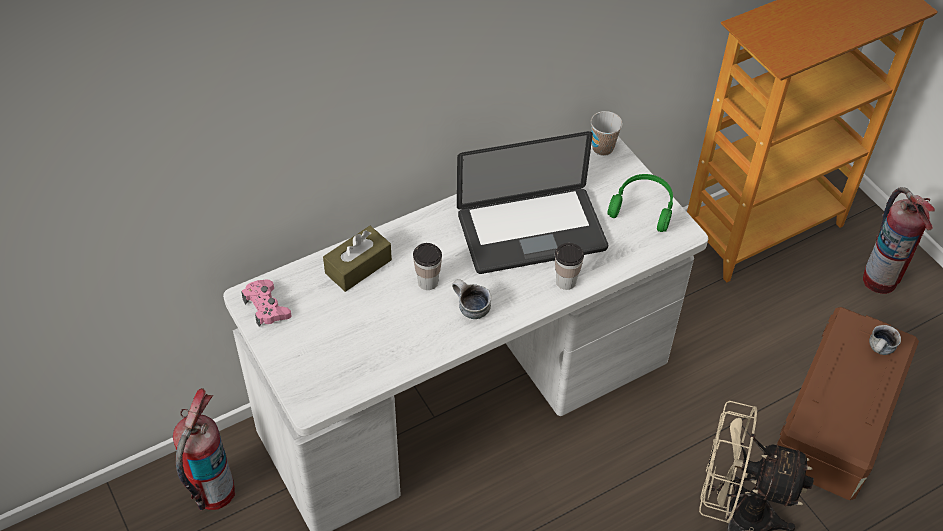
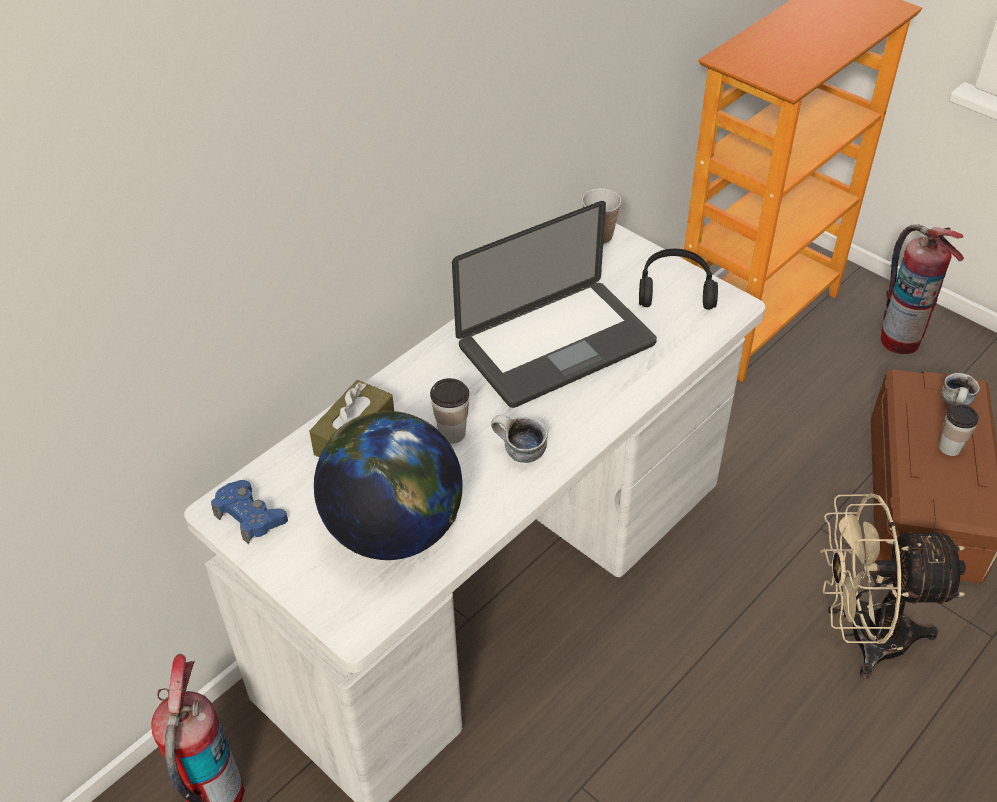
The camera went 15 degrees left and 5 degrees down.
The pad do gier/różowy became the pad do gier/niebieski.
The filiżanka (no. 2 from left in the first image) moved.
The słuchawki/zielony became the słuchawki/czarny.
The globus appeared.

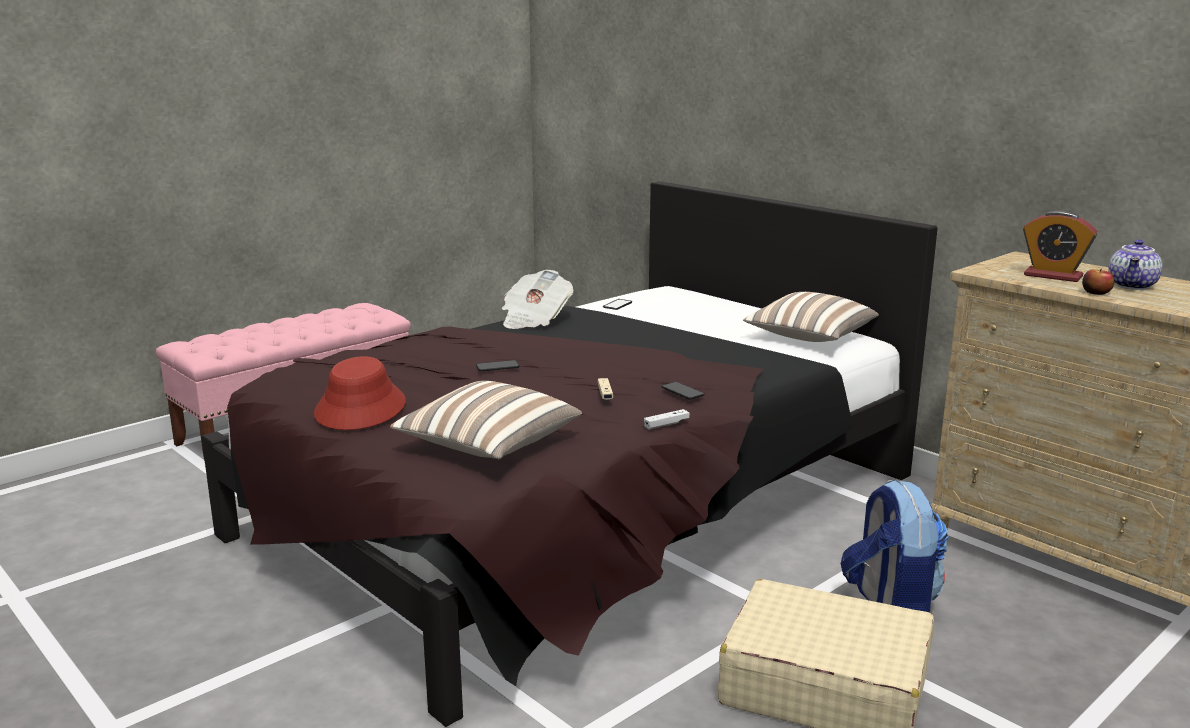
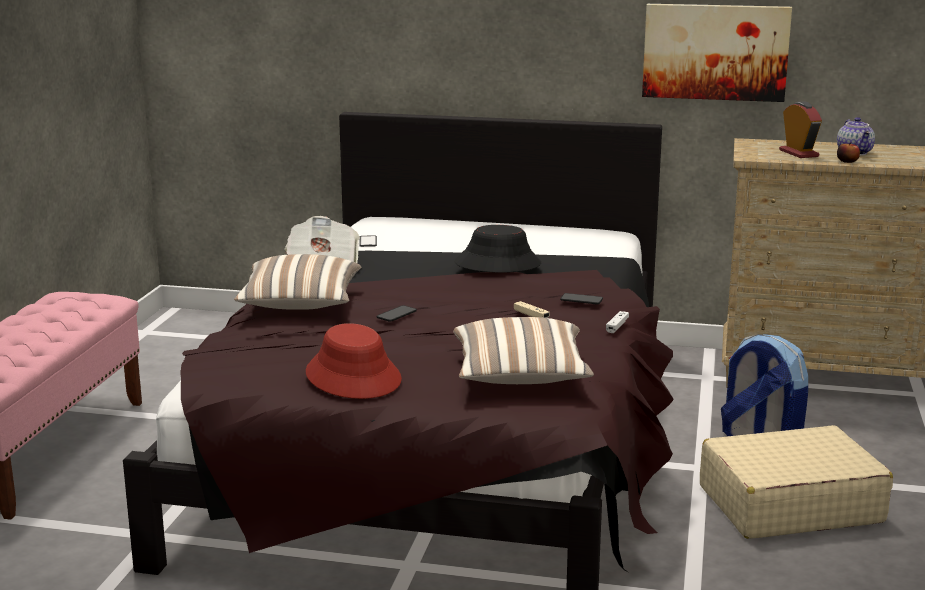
The camera went 35 degrees left and 0 degrees up.
The poduszka (no. 2 from left in the first image) moved.
The budzik turned 105 degrees counterclockwise.
The kapelusz/czarny appeared.
The obraz appeared.

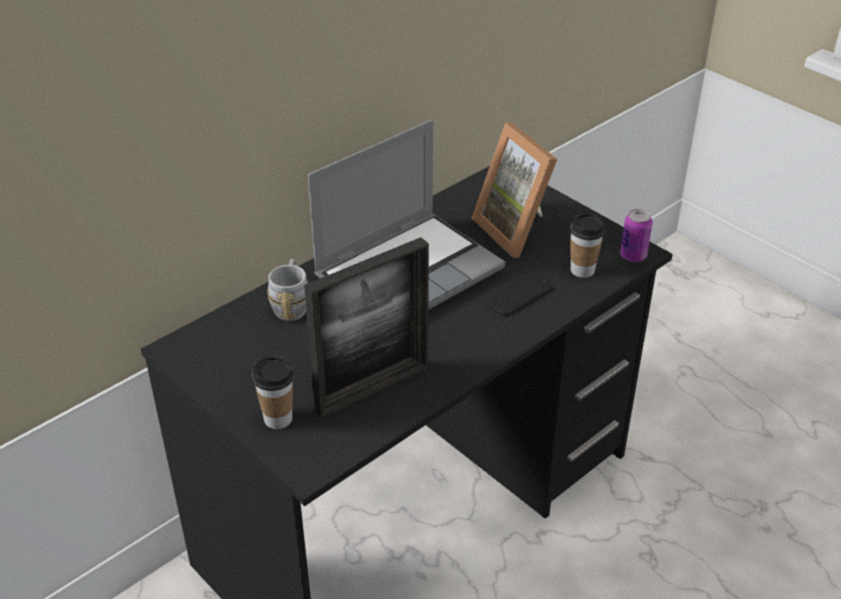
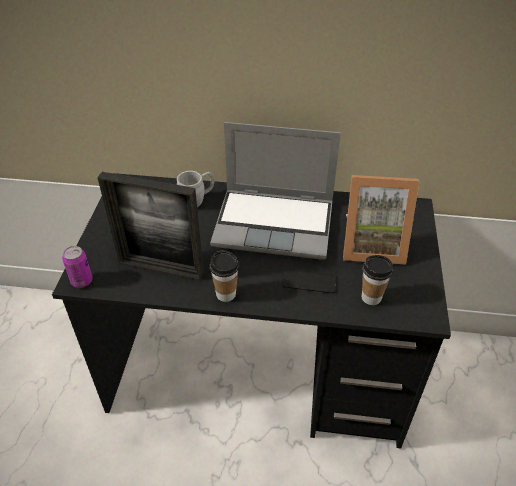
The camera went 50 degrees right and 5 degrees up.
The filiżanka (no. 1 from left) moved.
The ramka na zdjęcie (no. 2 from left) turned 105 degrees counterclockwise.
The puszka moved.

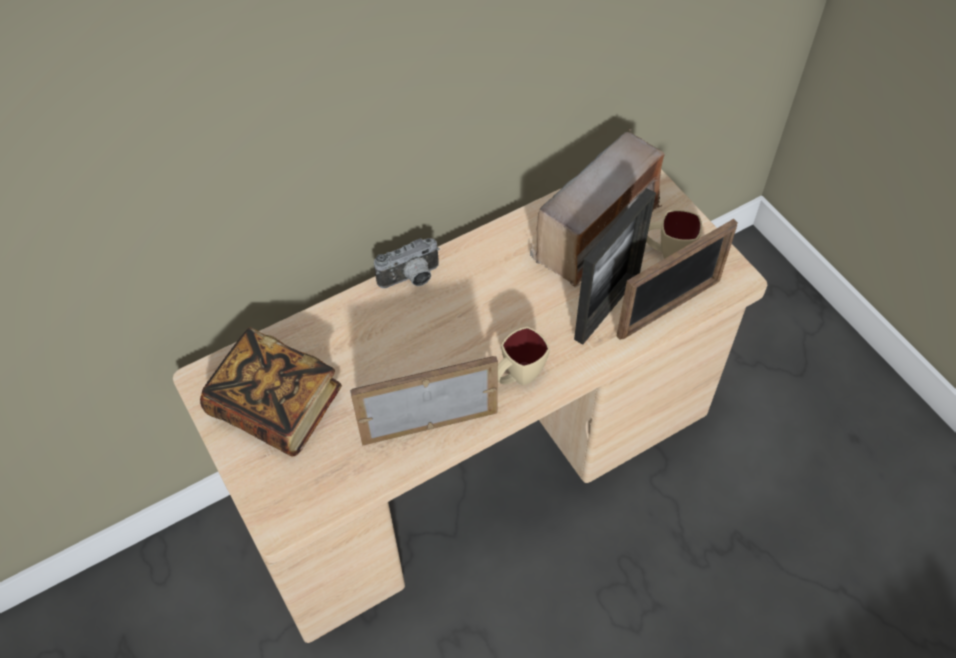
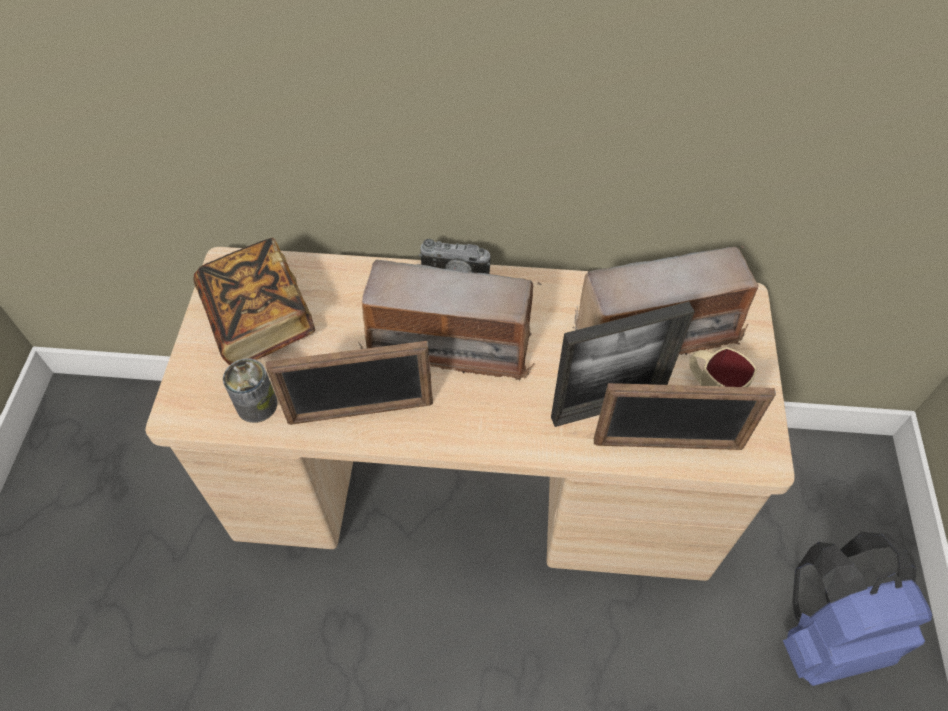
The camera went 35 degrees right and 0 degrees up.
The ramka na zdjęcie (no. 1 from left) turned 150 degrees clockwise.
The kubek/beżowy (no. 1 from left) disappeared.
The puszka appeared.
The radio (no. 1 from left) appeared.
The plecak/niebieski appeared.

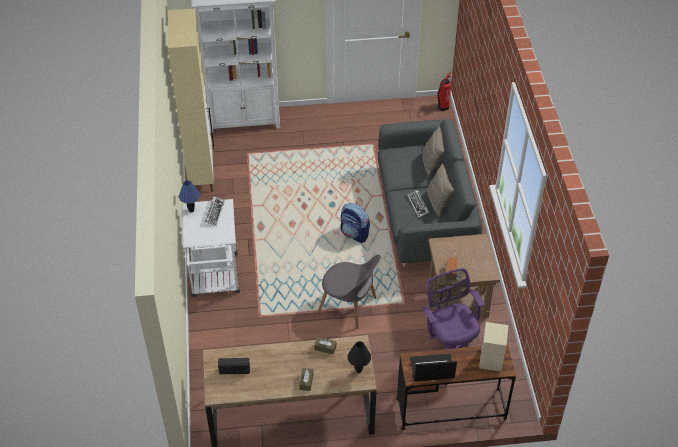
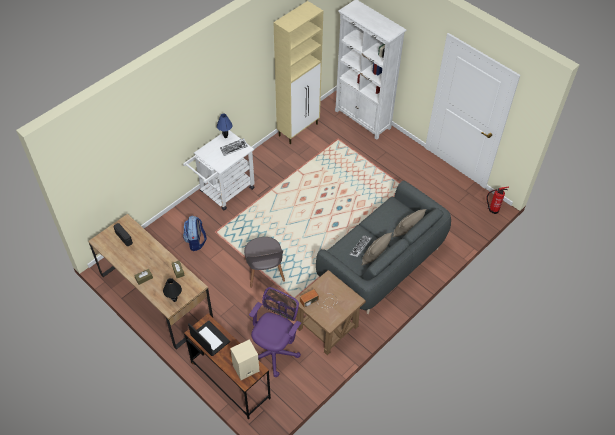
The camera went 50 degrees right and 5 degrees up.
The plecak moved.

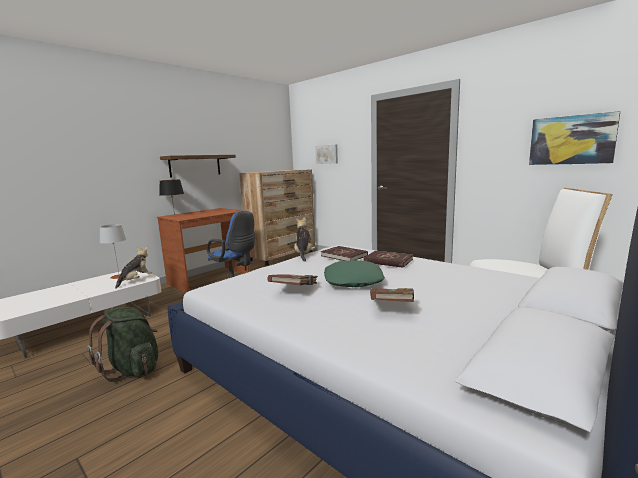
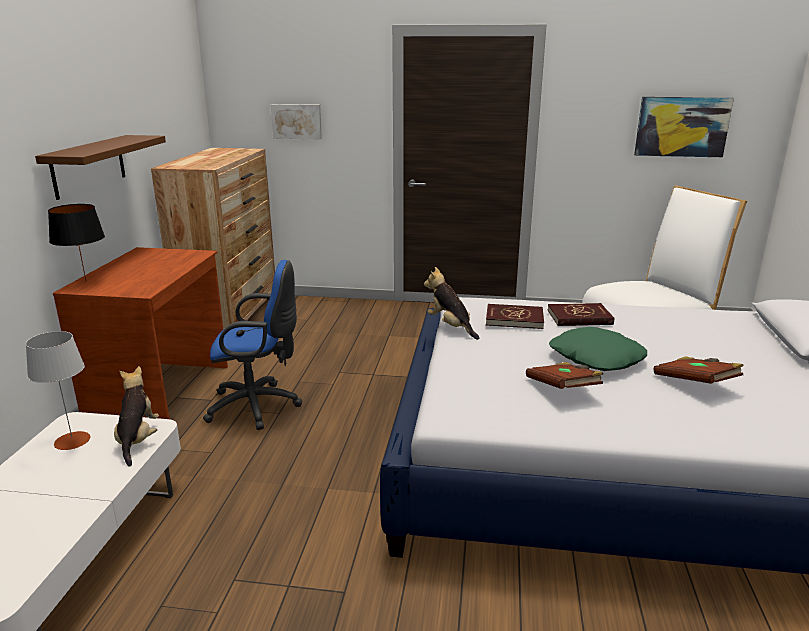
The camera went 35 degrees left and 10 degrees up.
The plecak/zielony disappeared.

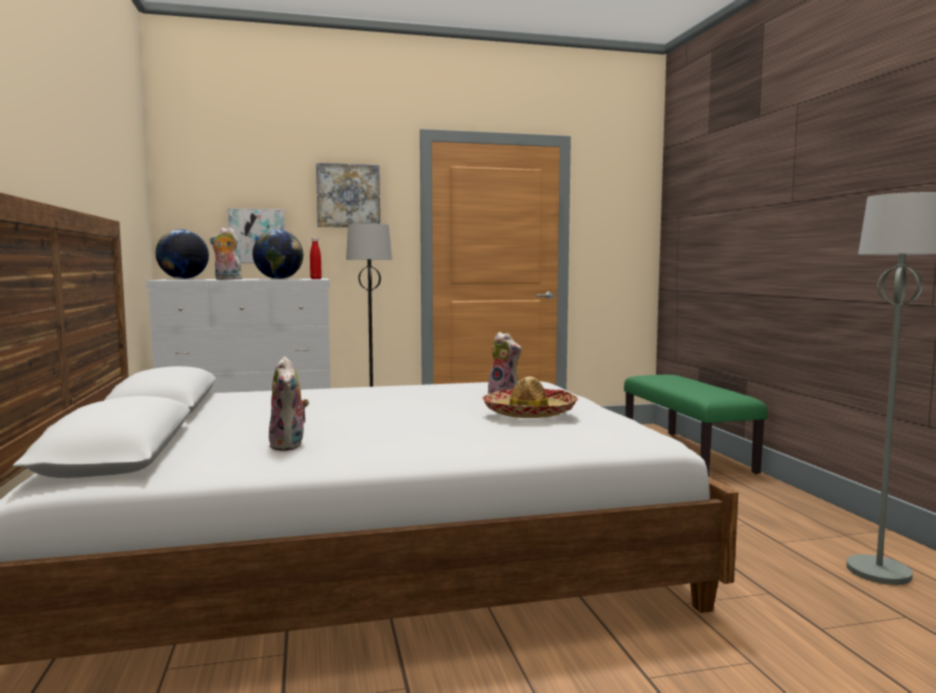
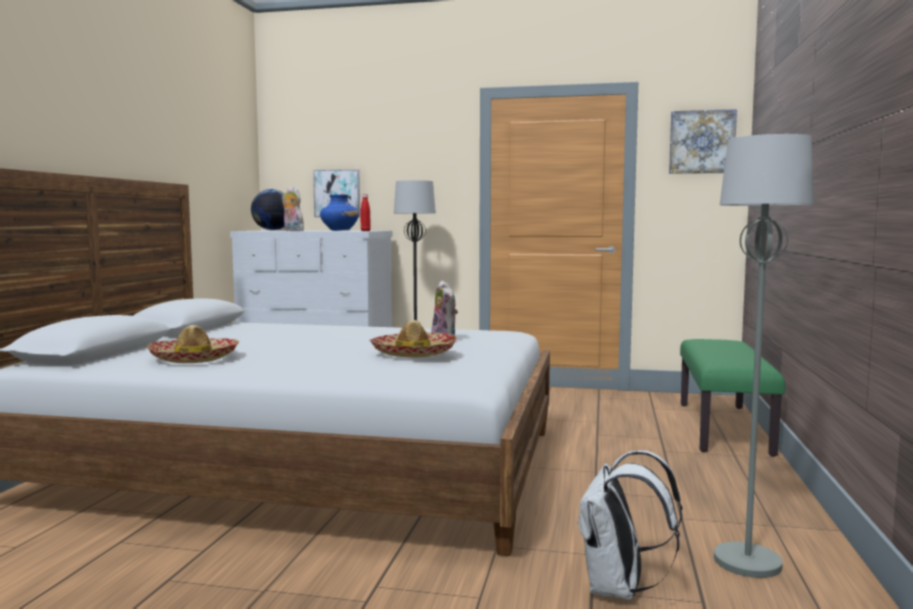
The camera went 25 degrees right and 0 degrees up.
The globus (no. 2 from left) was replaced by the wazon/niebieski.
The pluszak (no. 2 from left) was replaced by the kapelusz (no. 1 from left).
The obraz (no. 2 from left) moved.
The plecak/biały appeared.

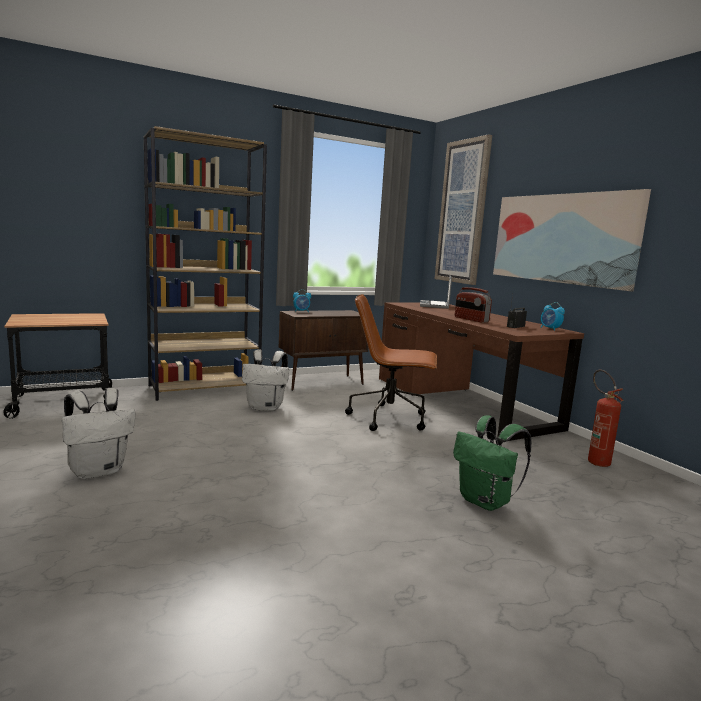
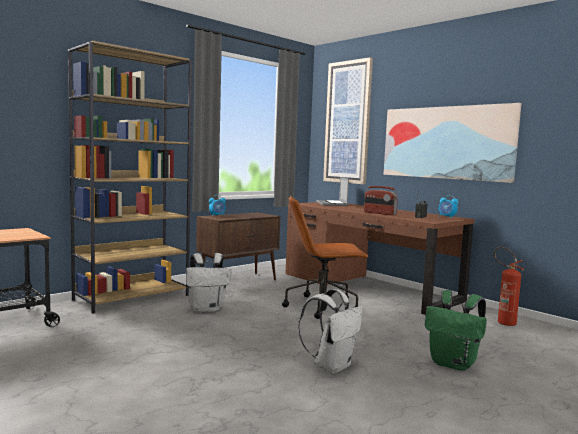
The camera went 15 degrees left and 5 degrees down.
The plecak/biały (no. 1 from left in the first image) moved.

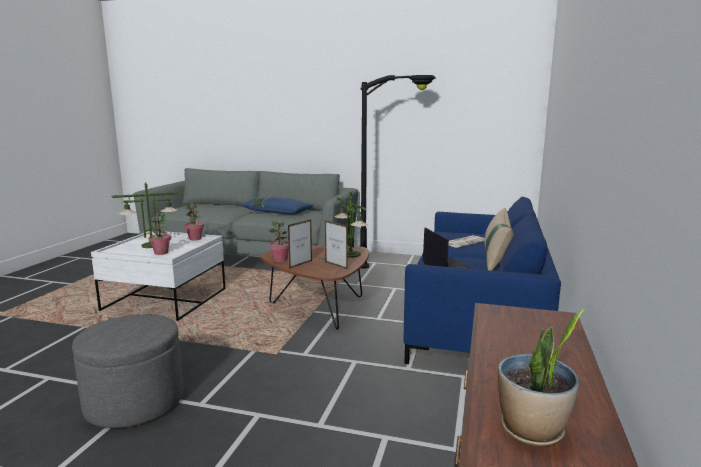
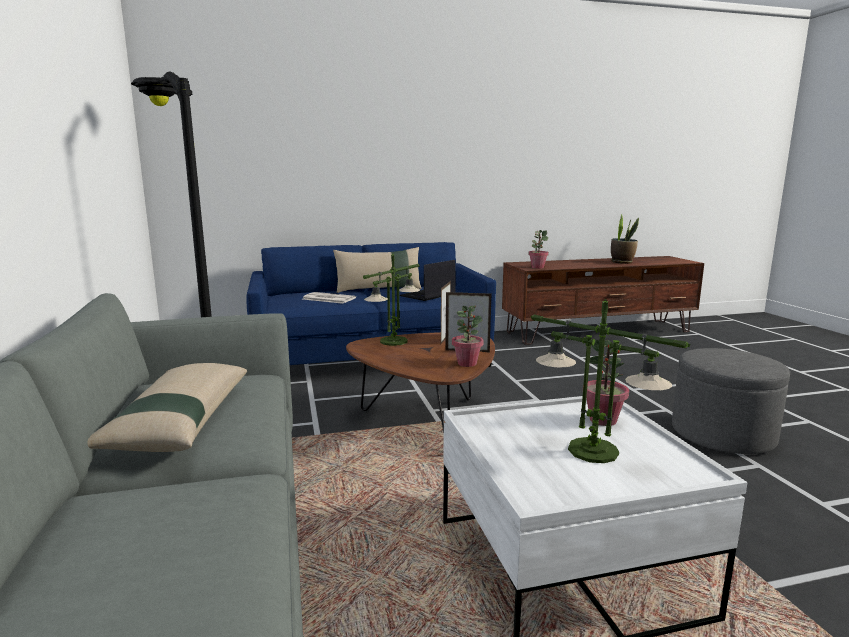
The camera went 120 degrees left and 0 degrees up.
The roślina doniczkowa (no. 2 from left) moved.
The poduszka/niebieski became the poduszka/beżowy (no. 1 from left).

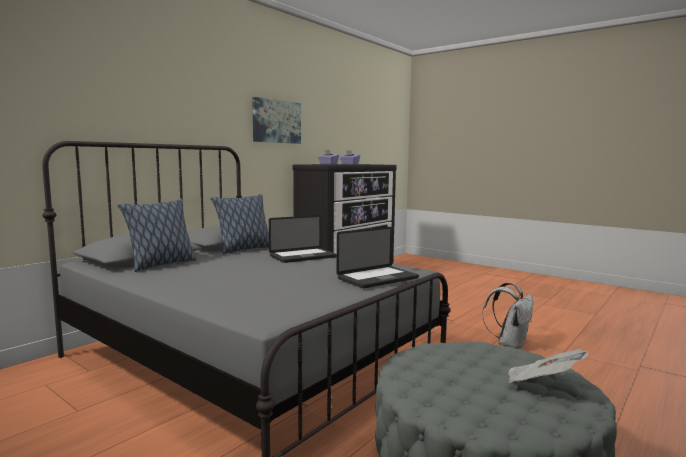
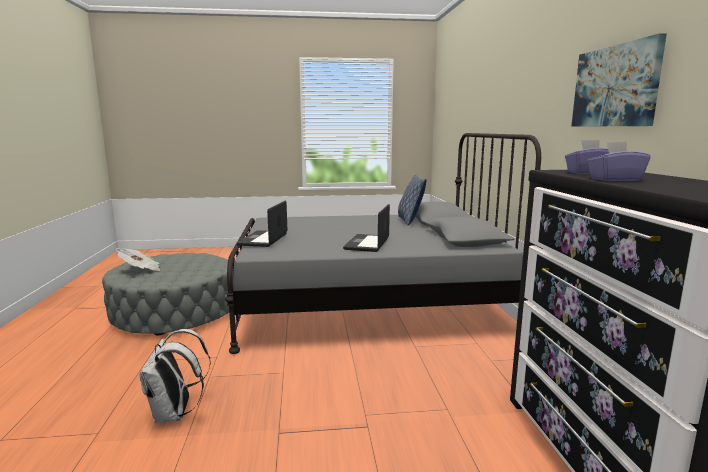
The camera went 135 degrees right and 5 degrees up.
The poduszka (no. 2 from left) disappeared.

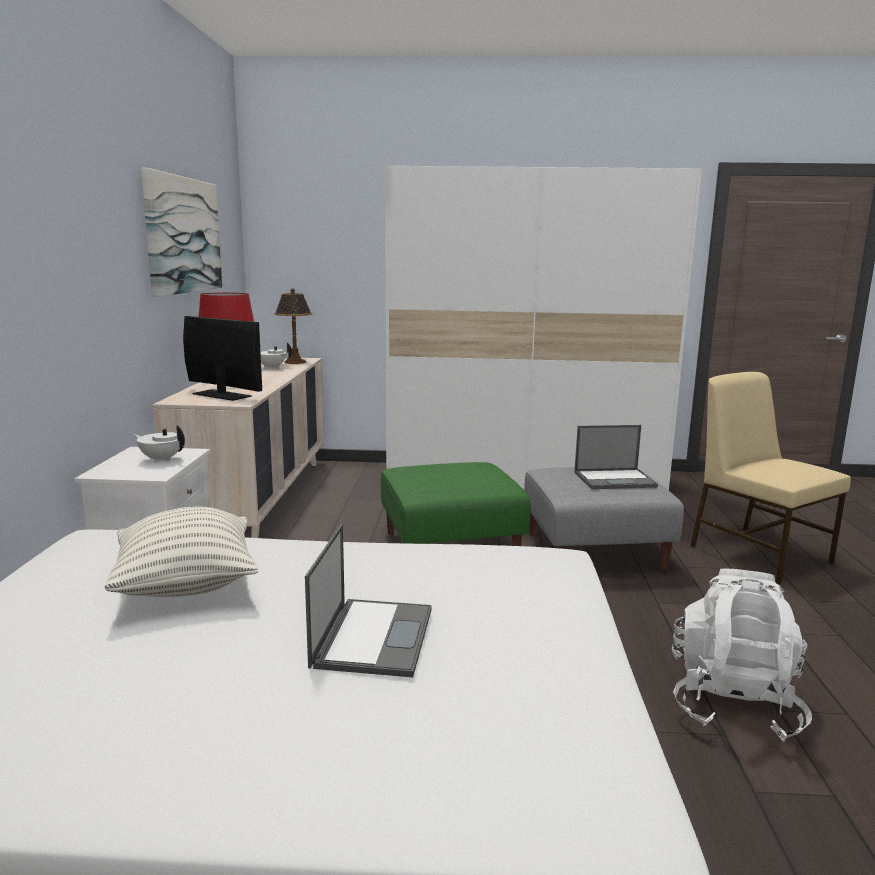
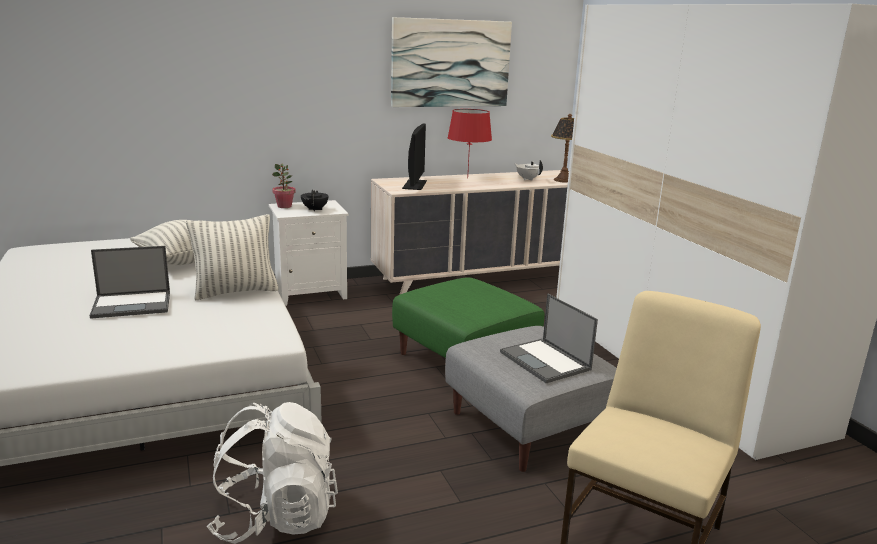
The camera went 65 degrees right and 5 degrees up.
The imbryk/biały (no. 1 from left) became the imbryk/czarny.
The poduszka (no. 2 from left) appeared.
The roślina doniczkowa appeared.

